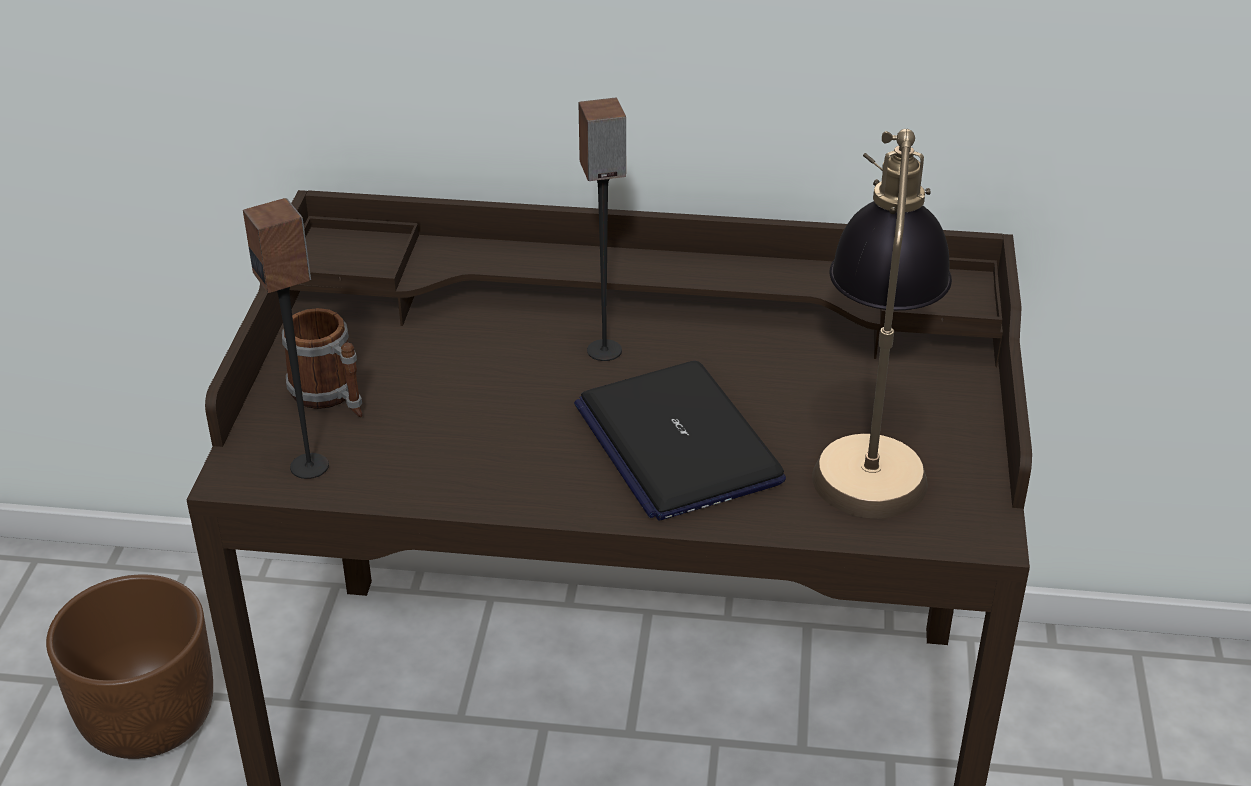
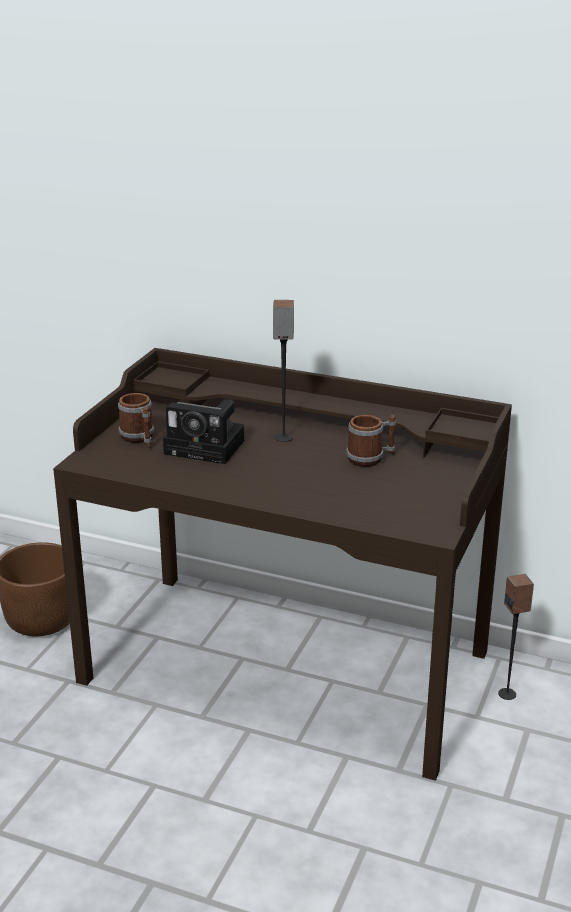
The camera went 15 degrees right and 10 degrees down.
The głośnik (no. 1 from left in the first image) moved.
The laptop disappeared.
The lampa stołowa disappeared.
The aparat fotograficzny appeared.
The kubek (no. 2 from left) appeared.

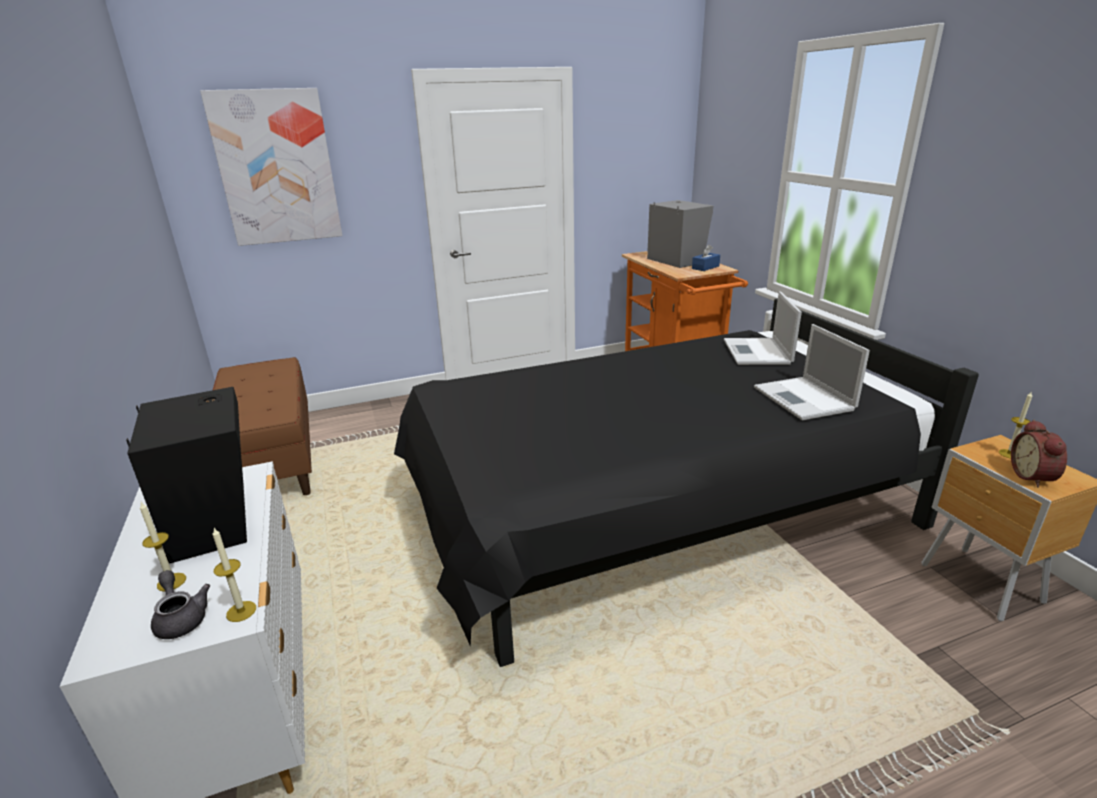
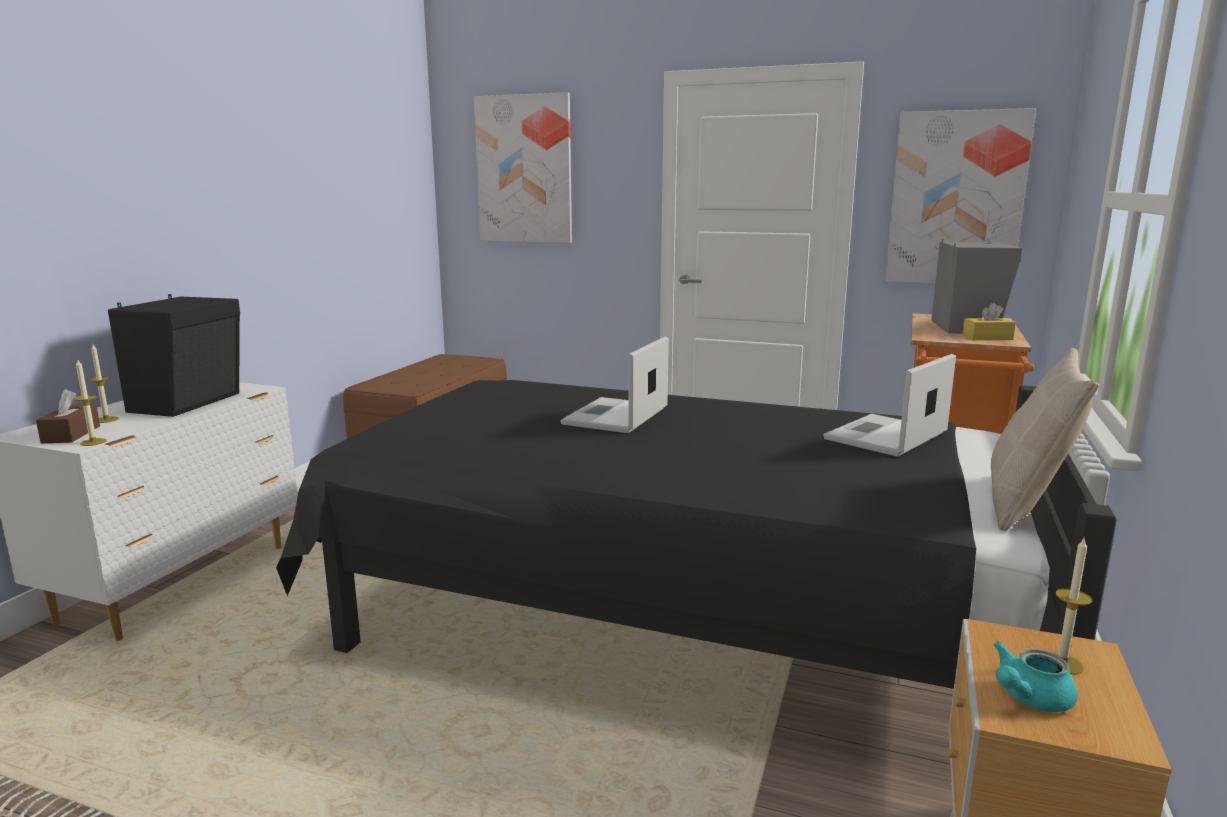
The camera went 40 degrees right and 10 degrees down.
The imbryk/szary was replaced by the pudełko chusteczek/brązowy.
The pudełko chusteczek/niebieski became the pudełko chusteczek/żółty.
The laptop (no. 2 from left in the first image) moved.
The budzik was replaced by the imbryk/turkusowy.
The obraz (no. 2 from left) appeared.
The poduszka/beżowy appeared.

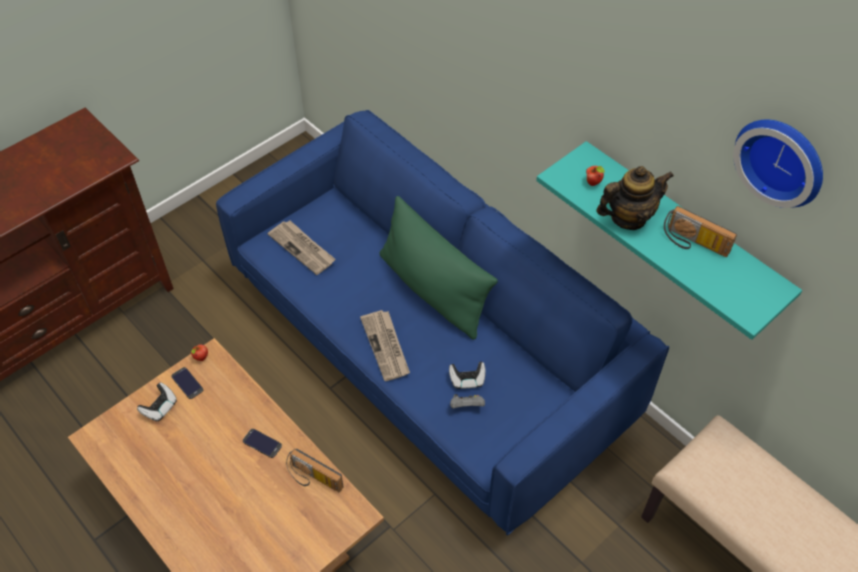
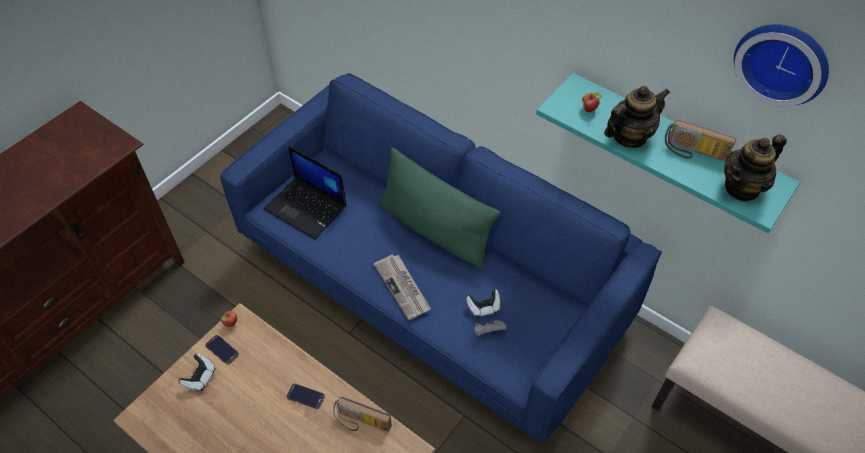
The camera went 10 degrees left and 0 degrees up.
The gazeta (no. 1 from left) was replaced by the laptop.
The imbryk (no. 2 from left) appeared.

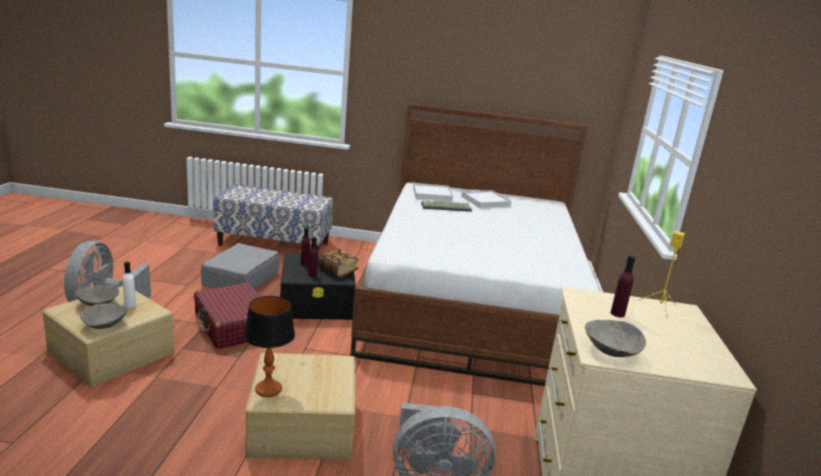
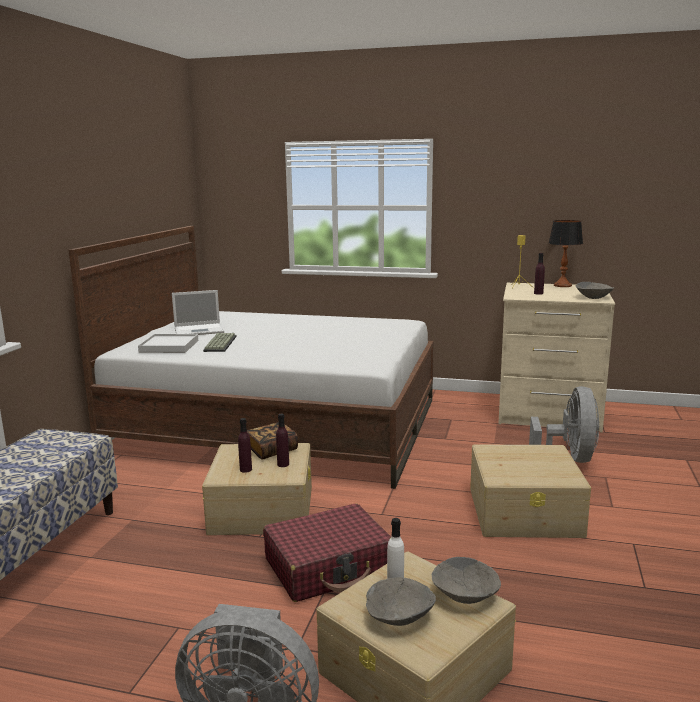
The camera went 80 degrees left and 5 degrees down.
The walizka/szary disappeared.
The lampa stołowa moved.
The pojemnik do przechowywania/czarny became the pojemnik do przechowywania/beżowy (no. 1 from left).
The taca/biały (no. 2 from left) was replaced by the laptop.

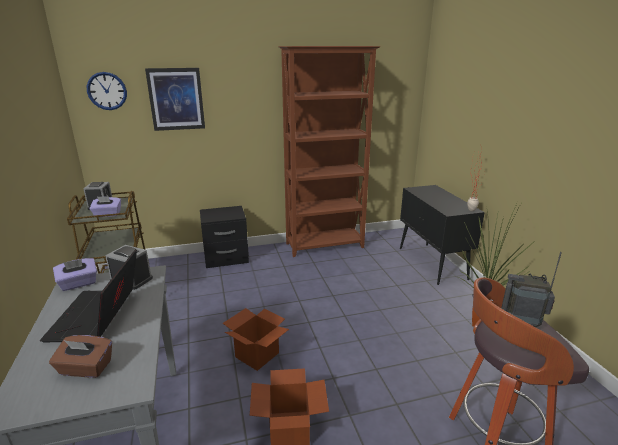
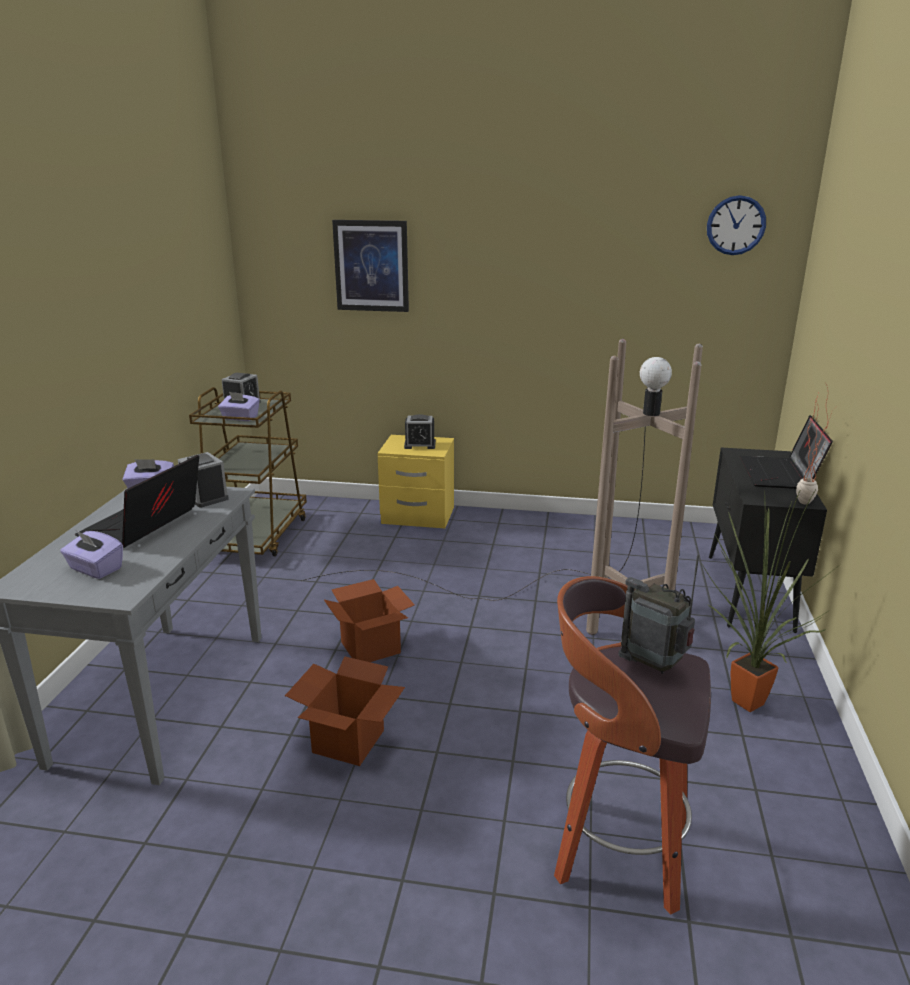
The camera went 25 degrees right and 0 degrees up.
The pudełko chusteczek/brązowy became the pudełko chusteczek/fioletowy (no. 1 from left).
The zegar ścienny moved.
The szafka nocna/czarny became the szafka nocna/żółty.
The regał/brązowy disappeared.
The lampa stojąca/brązowy appeared.
The budzik (no. 3 from left) appeared.
The laptop (no. 2 from left) appeared.

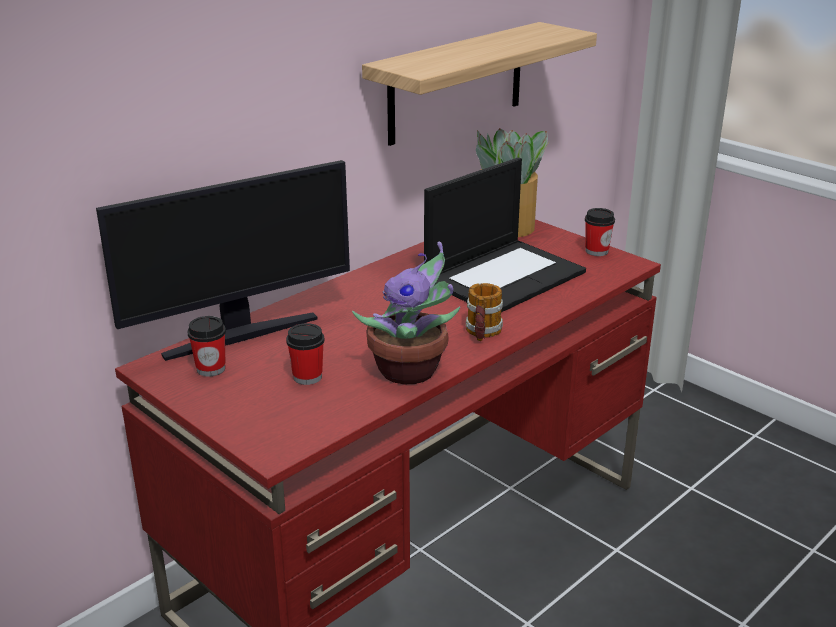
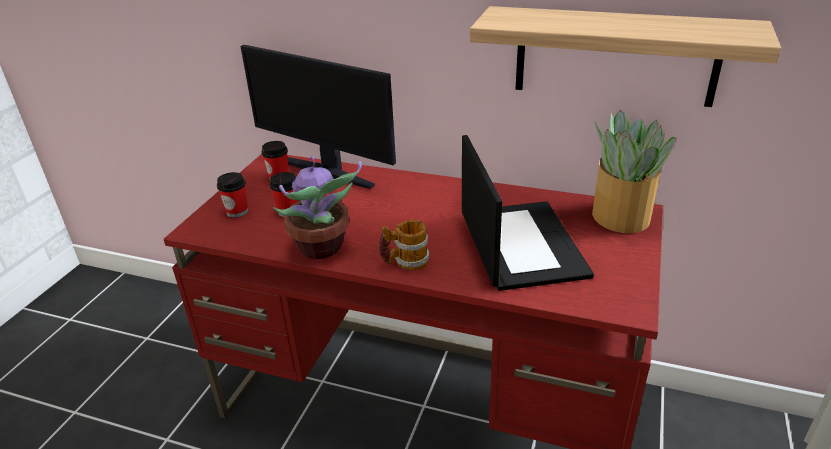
The camera went 65 degrees right and 5 degrees up.
The laptop turned 120 degrees counterclockwise.
The filiżanka (no. 3 from left in the first image) moved.

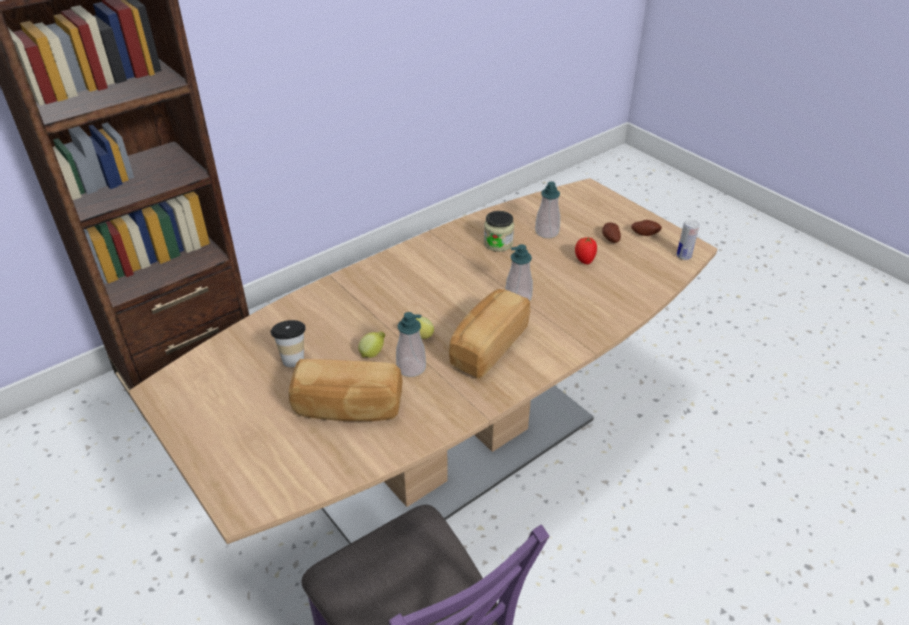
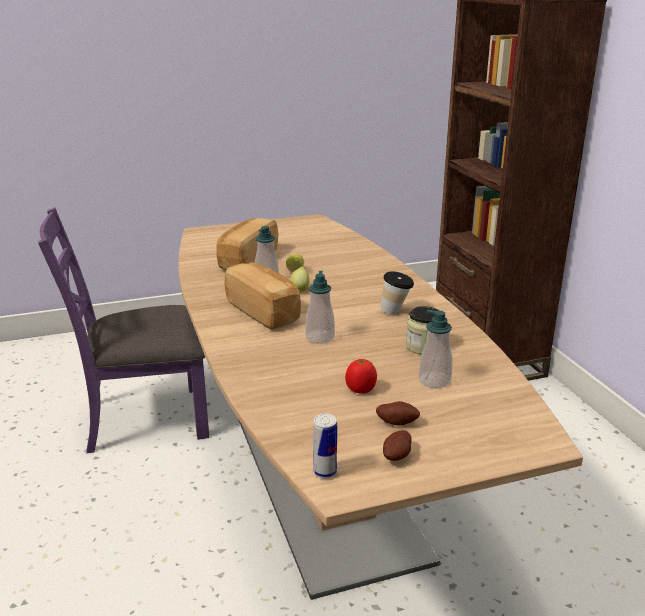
The camera went 110 degrees right and 15 degrees down.
The filiżanka moved.

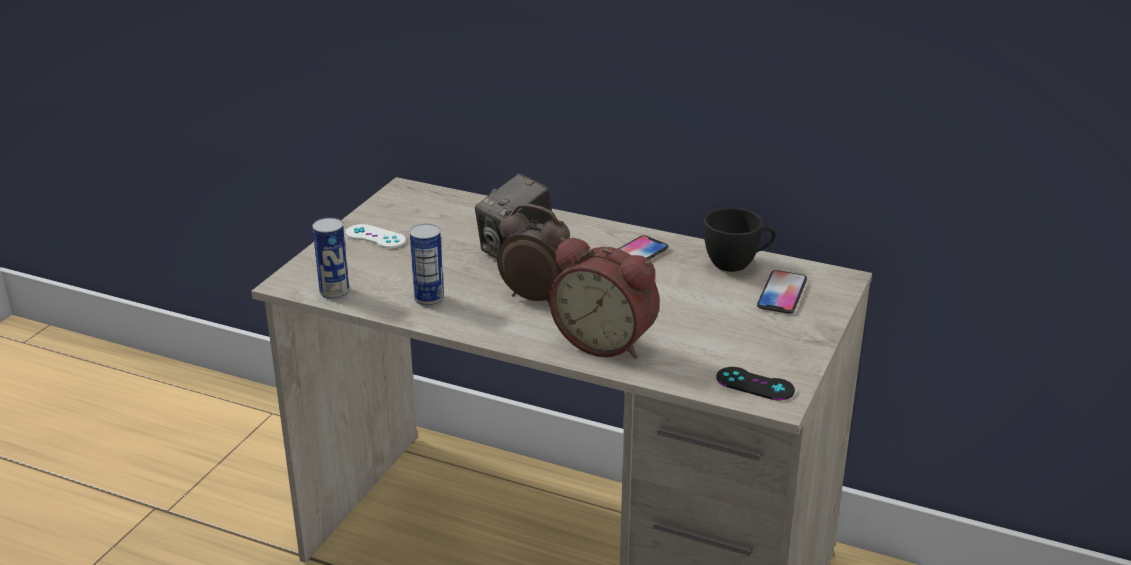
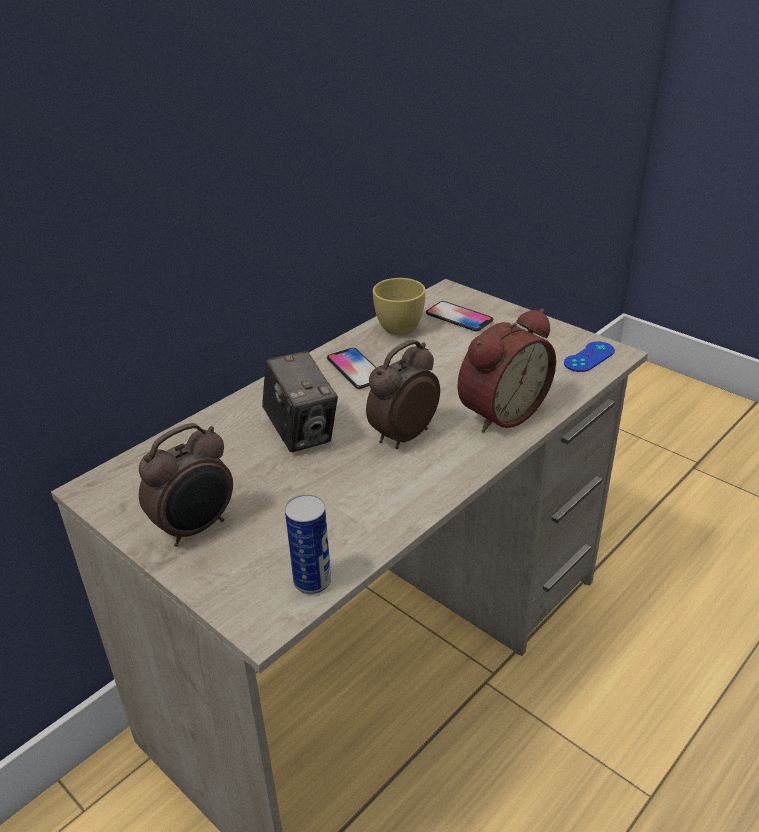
The camera went 70 degrees left and 5 degrees up.
The pad do gier/biały was replaced by the budzik (no. 1 from left).
The puszka (no. 2 from left) disappeared.
The filiżanka/czarny became the filiżanka/żółty.
The pad do gier/czarny became the pad do gier/niebieski.

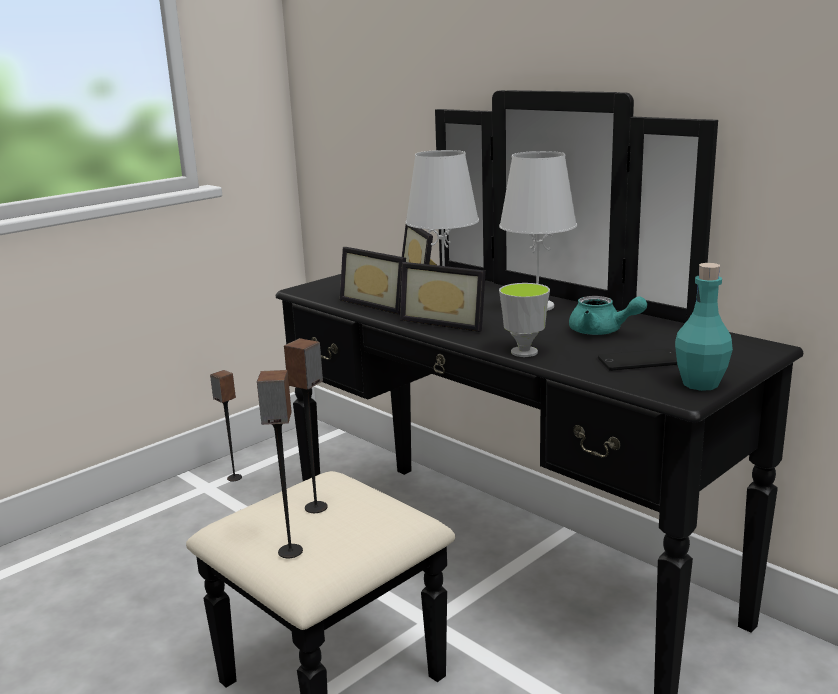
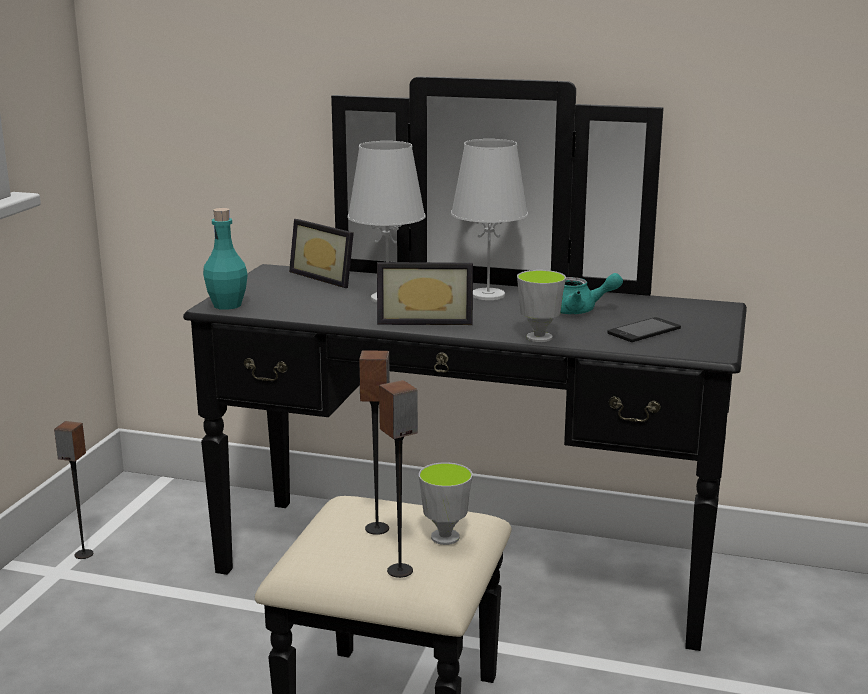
The camera went 30 degrees left and 0 degrees up.
The ramka na zdjęcie (no. 1 from left) disappeared.
The butelka/turkusowy moved.
The filiżanka (no. 1 from left) appeared.

